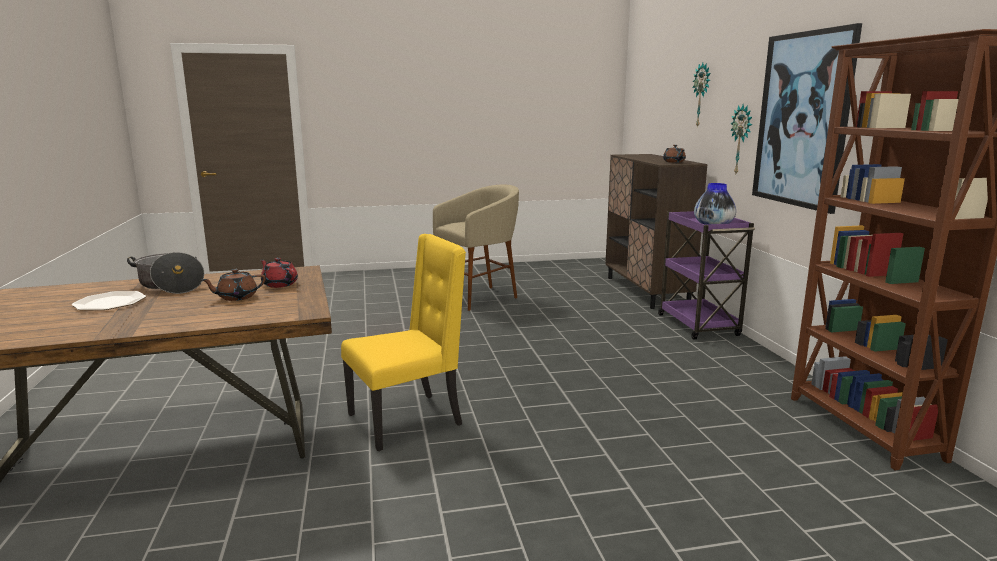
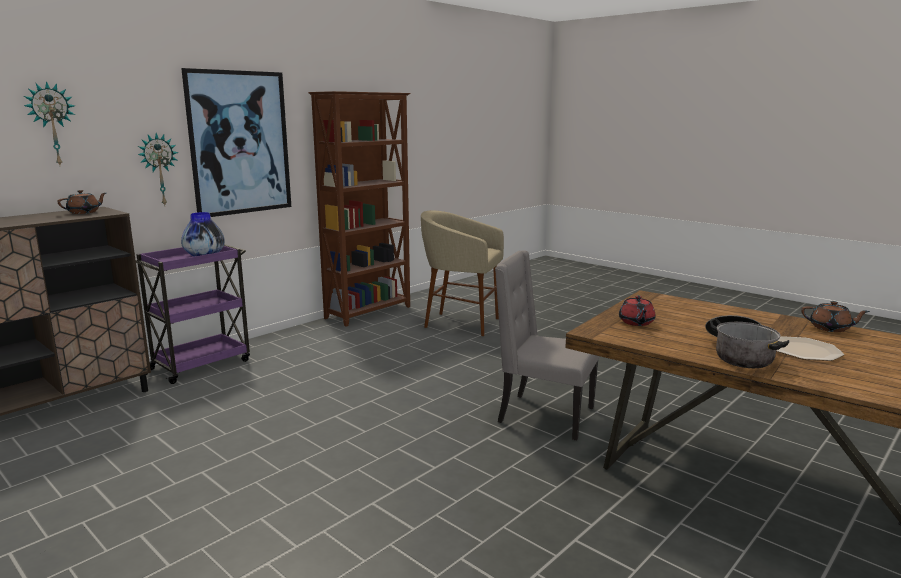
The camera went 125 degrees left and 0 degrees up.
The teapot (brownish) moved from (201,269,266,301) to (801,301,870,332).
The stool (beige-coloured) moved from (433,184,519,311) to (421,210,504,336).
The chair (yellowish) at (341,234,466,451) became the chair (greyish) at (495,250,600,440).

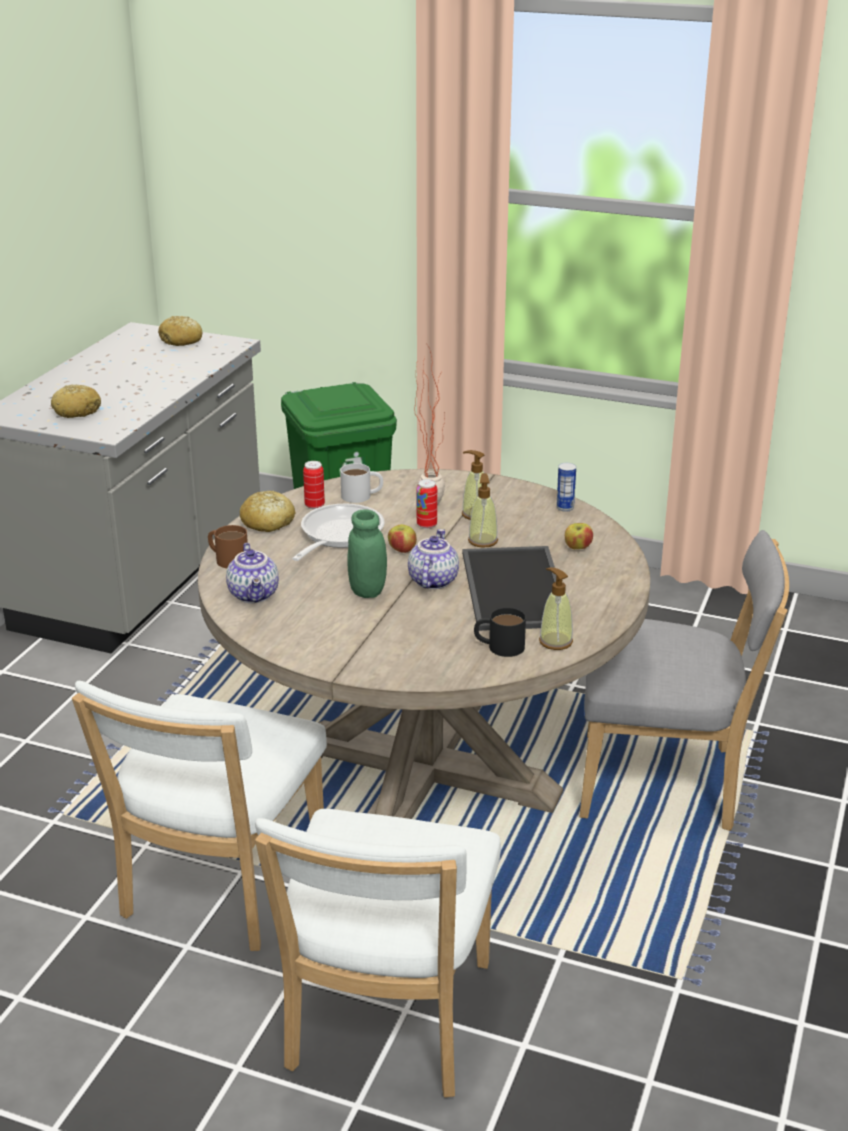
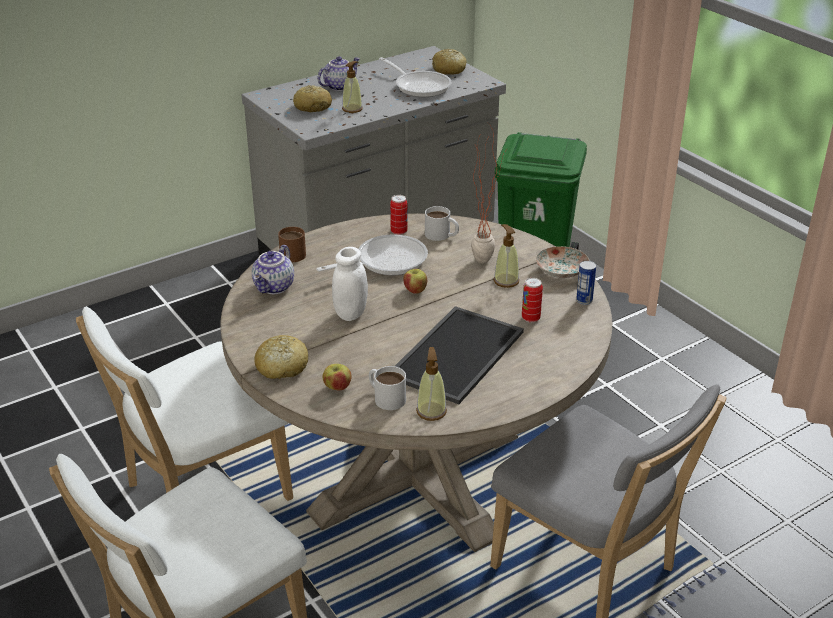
The camera went 35 degrees right and 5 degrees up.
The skillet at (379,57,452,97) appeared.
The plate at (536,246,589,278) appeared.
The bread moved from (240,490,296,532) to (254,335,308,379).
The teapot moved from (408,529,459,589) to (318,56,360,91).
The can moved from (417,479,437,529) to (522,278,543,323).
The soap bottle moved from (468,473,498,548) to (342,61,363,113).
The apple fruit moved from (565,523,593,549) to (322,364,352,390).
The jar (green) at (347,509,387,598) became the jar (white) at (332,247,368,321).
The coffee mug (black-coloured) at (474,608,526,657) became the coffee mug (white) at (369,366,406,410).

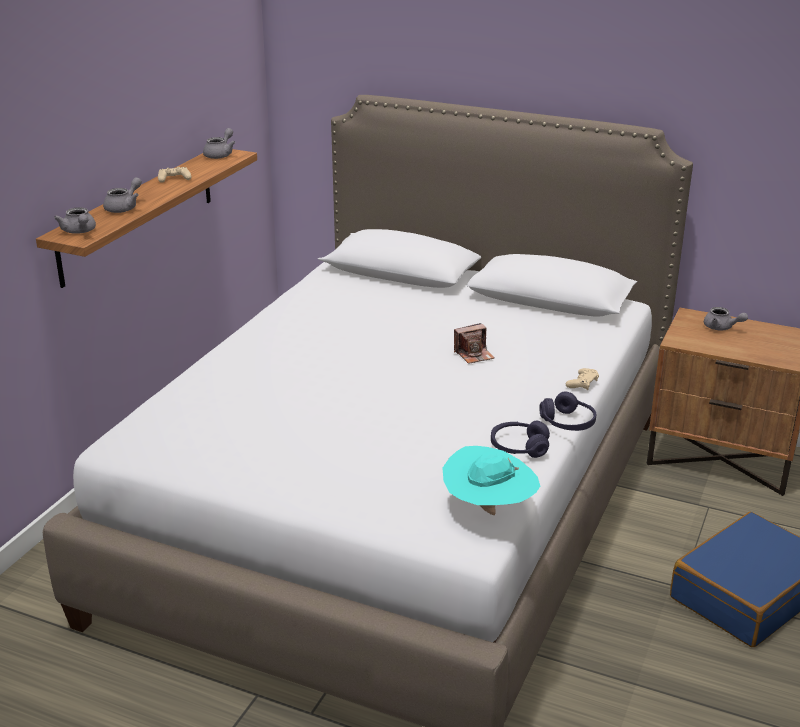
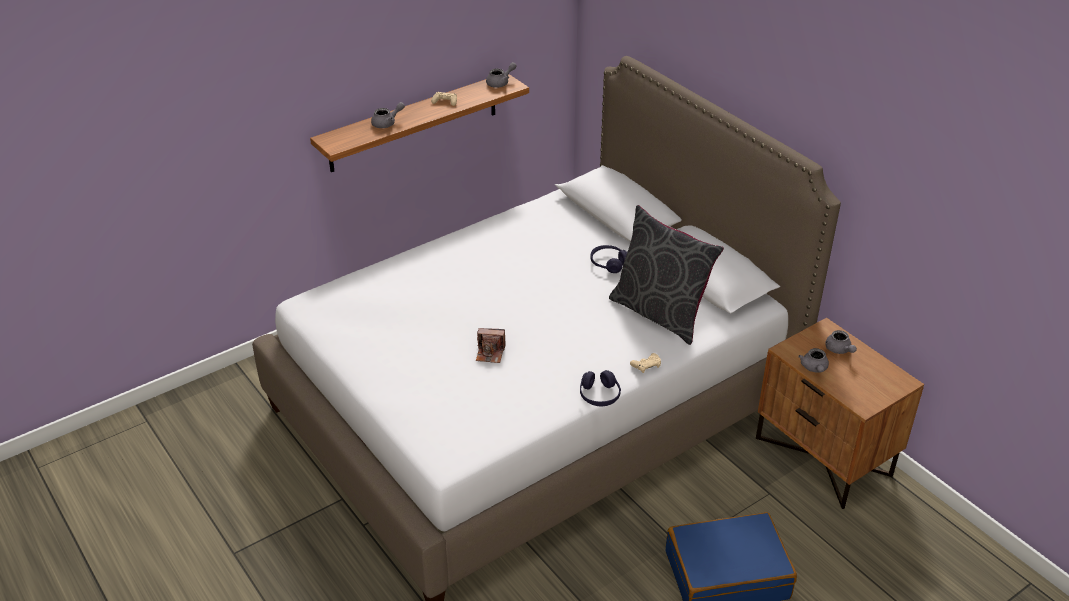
The camera went 30 degrees right and 10 degrees up.
The wearable hat (turquoise) at (443,446,540,515) disappeared.
The cushion (greyish) at (609,205,724,345) appeared.
The teapot (greyish) moved from (54,207,96,234) to (798,348,829,373).
The photo camera moved from (454,323,495,364) to (476,328,506,363).
The pair of headphones (purple) moved from (491,421,550,458) to (590,245,627,273).

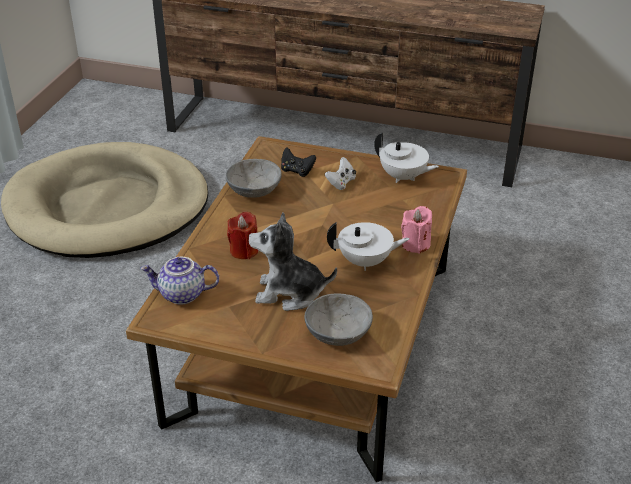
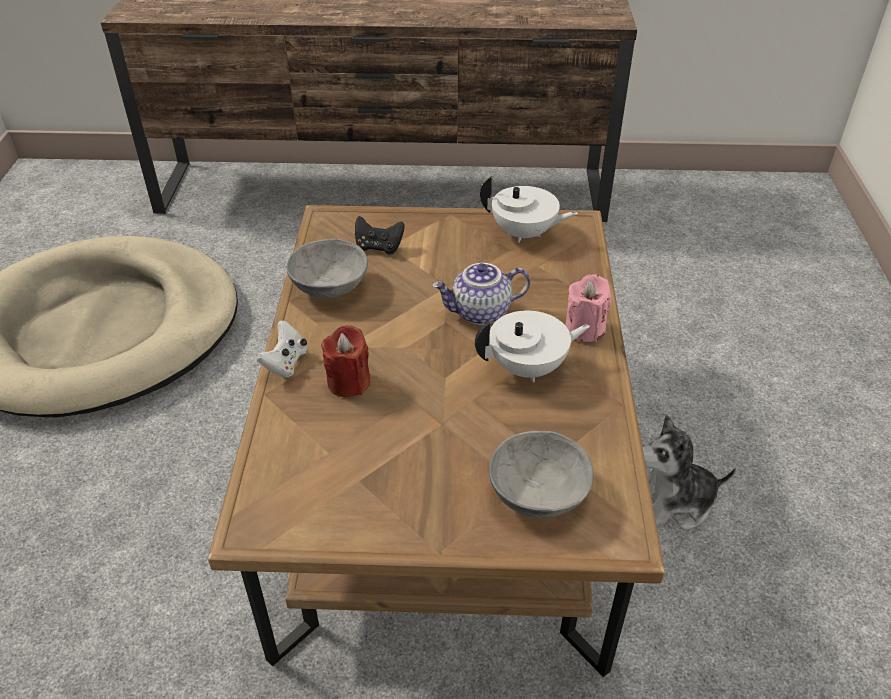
The camera went 15 degrees left and 5 degrees up.
The teapot moved from (140,257,219,305) to (432,263,530,325).
The plush toy moved from (249,212,337,311) to (643,415,736,530).
The gamepad (white) moved from (325,157,356,190) to (256,320,307,378).

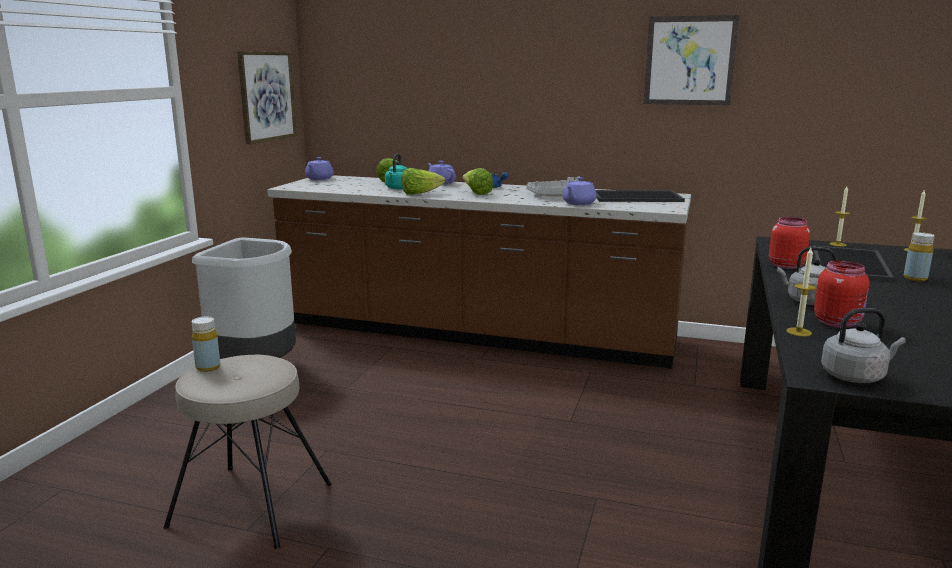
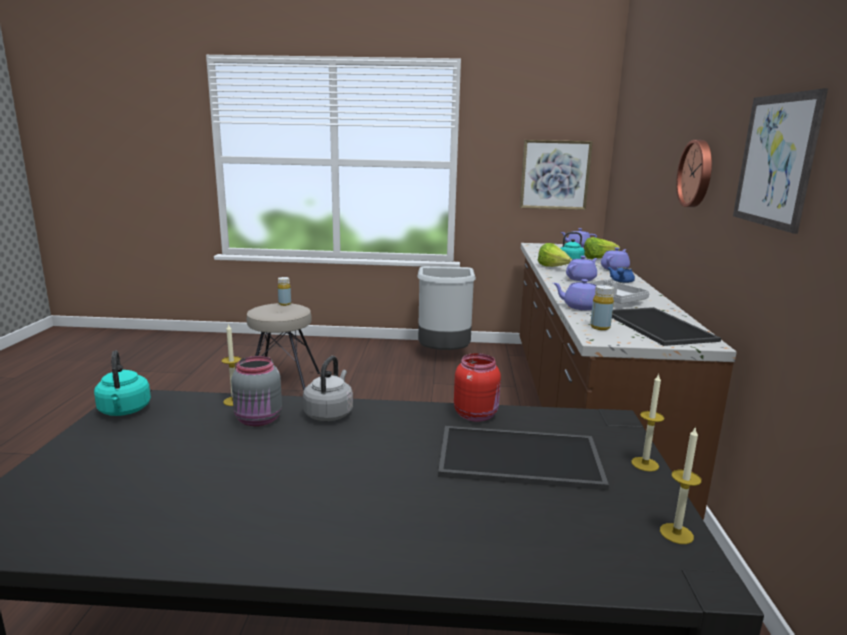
The camera went 75 degrees right and 0 degrees up.
The hanging clock at (676,140,712,207) appeared.
The beverage bottle (yellowish) moved from (903,232,935,282) to (590,285,614,330).
The lettuce head at (462,168,493,195) was replaced by the teapot (purple) at (566,256,597,281).
The jar (red) at (814,260,870,328) became the jar (greyish) at (231,356,282,427).
The kettle (greyish) at (821,308,906,383) became the kettle (turquoise) at (94,350,151,416).

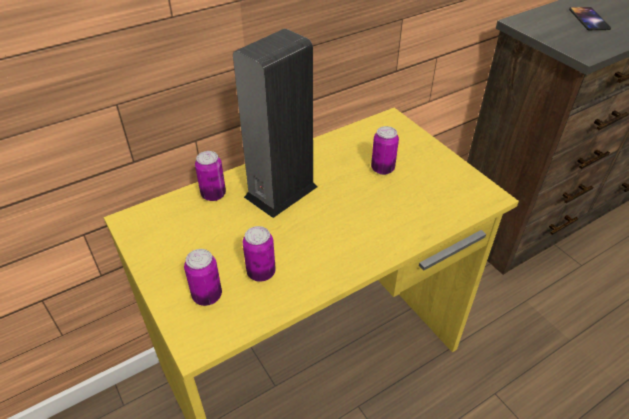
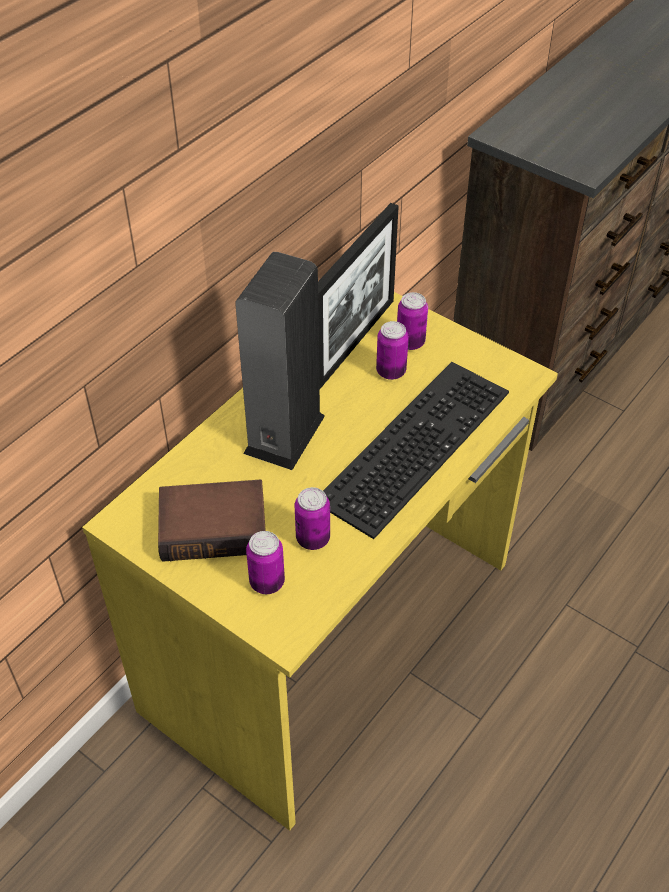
The camera went 20 degrees left and 5 degrees up.
The phone at (569,7,611,30) disappeared.
The volume at (158,479,266,561) appeared.
The standing frame at (318,203,399,389) appeared.
The PC keyboard at (323,362,509,539) appeared.
The can moved from (195,151,226,201) to (397,292,428,350).

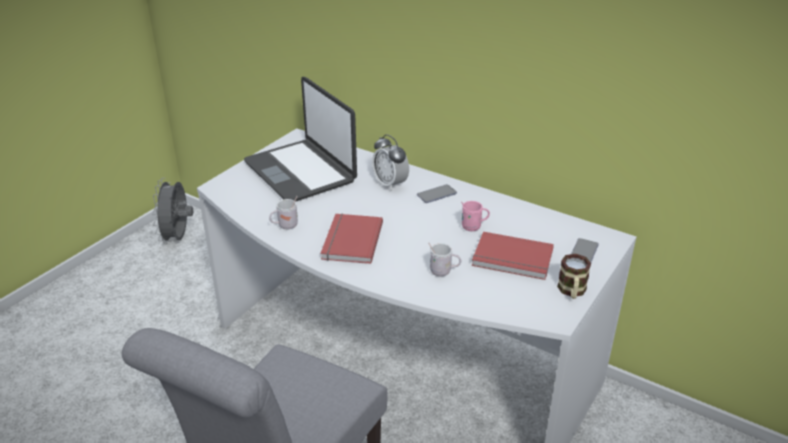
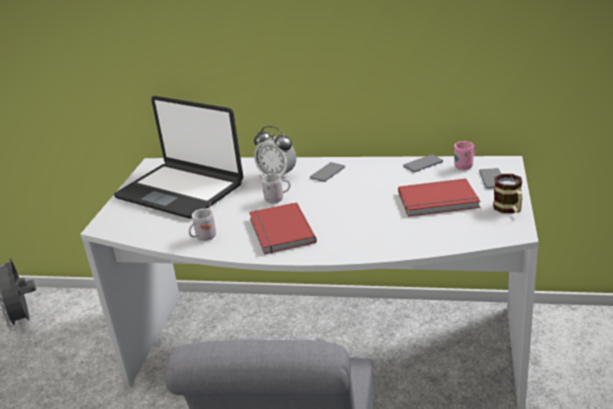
The camera went 20 degrees left and 5 degrees down.
The phone at (403,155,443,172) appeared.
The coffee mug (white) moved from (428,243,461,276) to (259,174,290,203).
The coffee mug (pink) moved from (461,201,490,231) to (454,141,476,170).

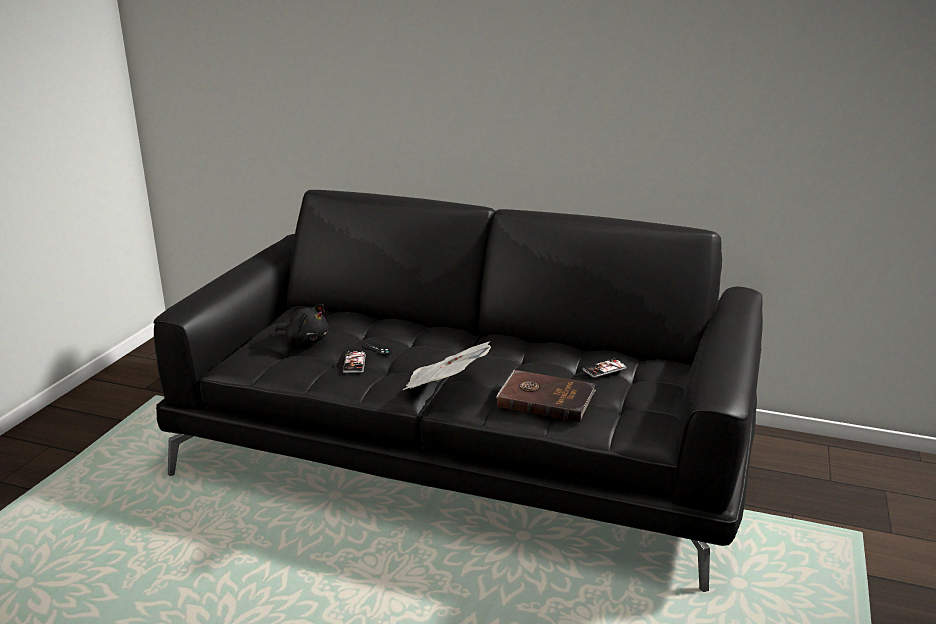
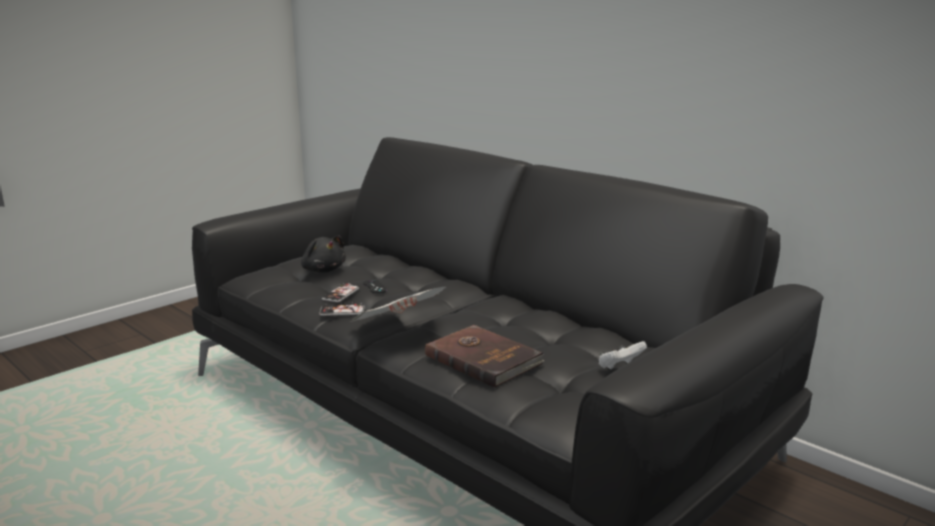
The camera went 25 degrees right and 5 degrees down.
The gamepad (white) at (599,341,647,370) appeared.
The phone moved from (583,358,626,378) to (319,303,365,316).

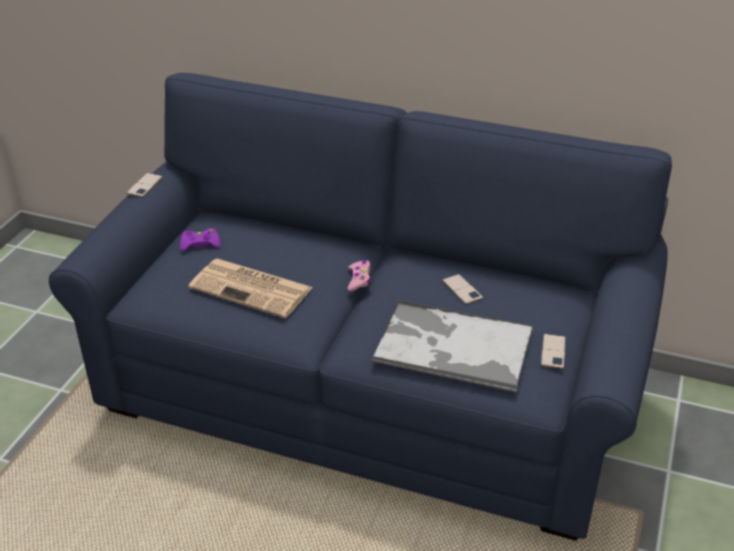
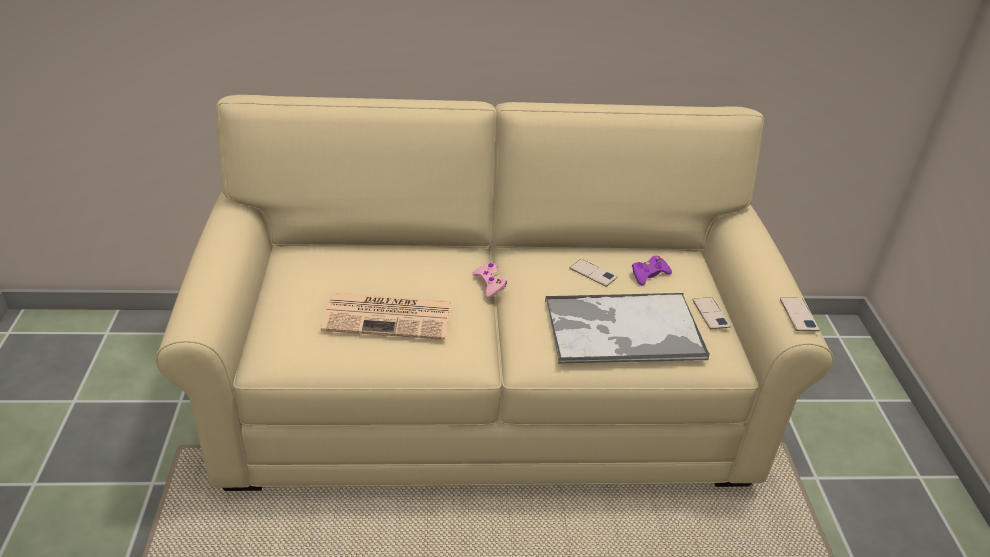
The camera went 25 degrees left and 0 degrees up.
The phone moved from (126,173,163,197) to (780,298,820,331).
The gamepad (purple) moved from (180,228,221,251) to (632,256,672,285).
The settee (blue) at (49,73,672,541) became the settee (beige-coloured) at (155,95,833,491).

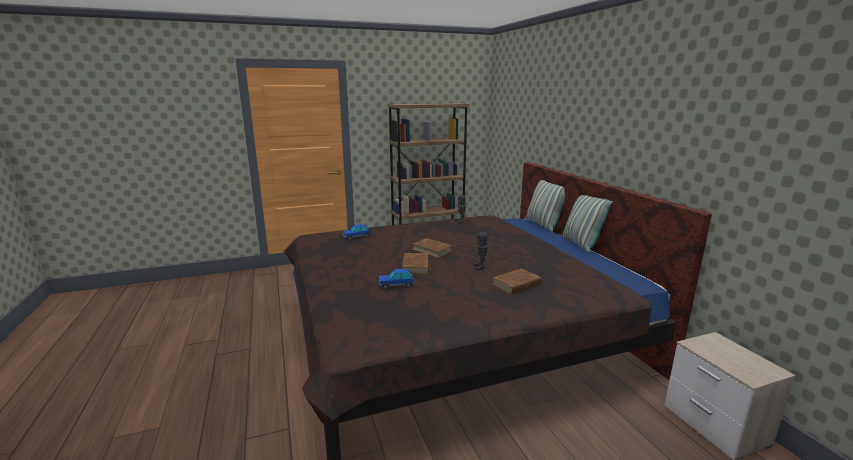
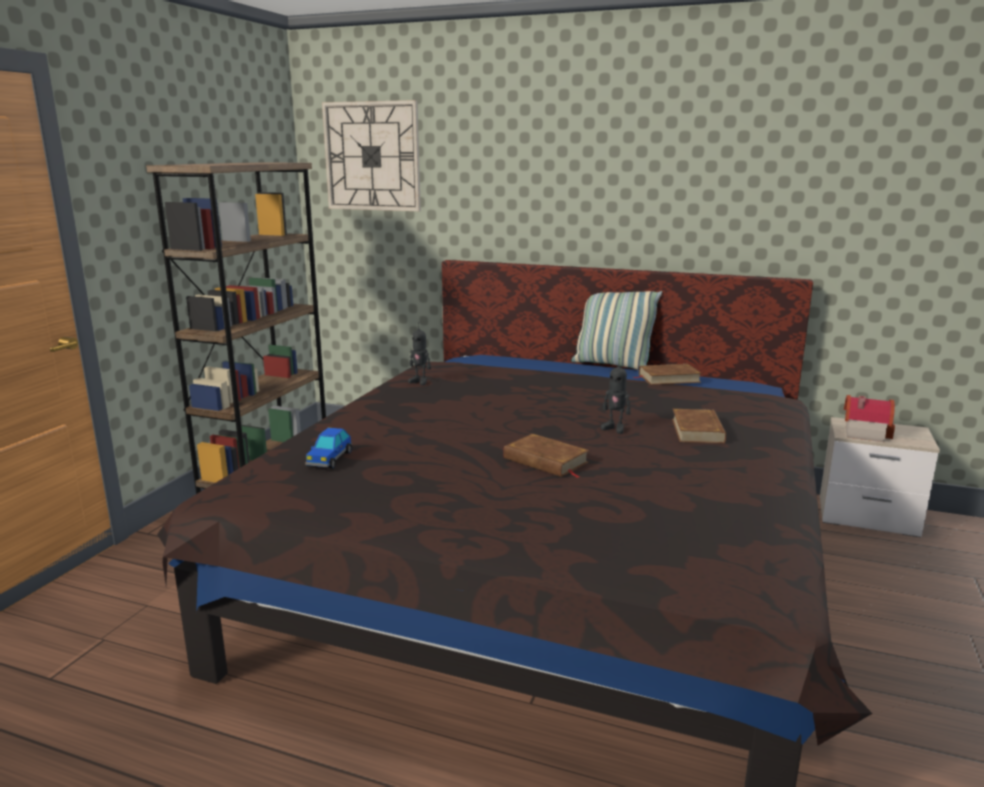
The camera went 50 degrees left and 0 degrees up.
The model car at (379,268,414,290) disappeared.
The cushion at (525,180,565,232) disappeared.
The hanging clock at (322,100,421,211) appeared.
The model house at (844,395,895,442) appeared.
The volume (brownish) moved from (412,238,453,258) to (633,364,702,385).

